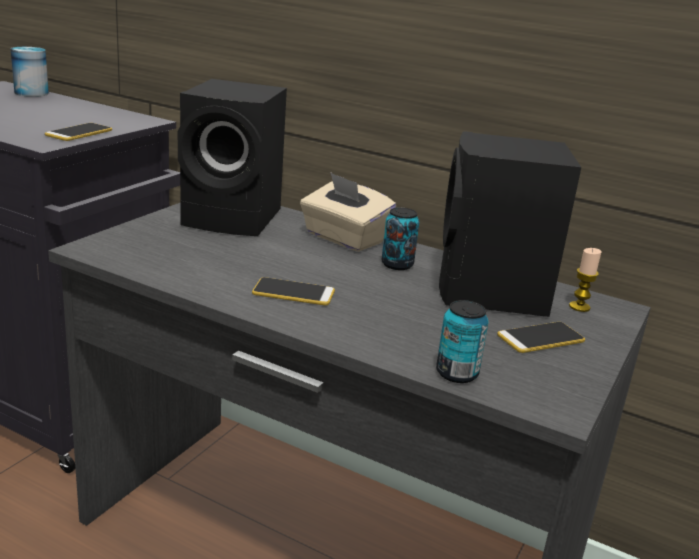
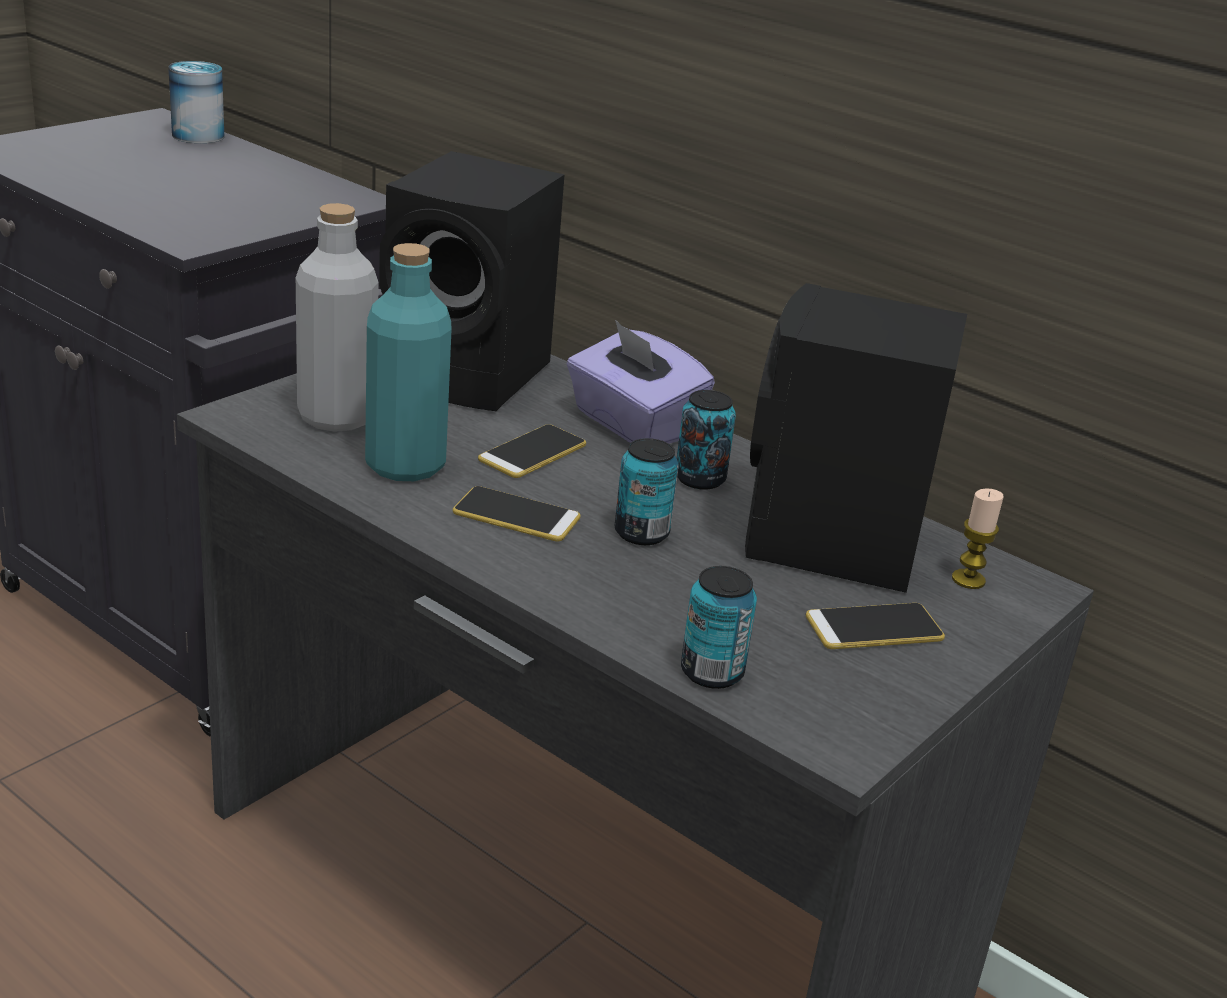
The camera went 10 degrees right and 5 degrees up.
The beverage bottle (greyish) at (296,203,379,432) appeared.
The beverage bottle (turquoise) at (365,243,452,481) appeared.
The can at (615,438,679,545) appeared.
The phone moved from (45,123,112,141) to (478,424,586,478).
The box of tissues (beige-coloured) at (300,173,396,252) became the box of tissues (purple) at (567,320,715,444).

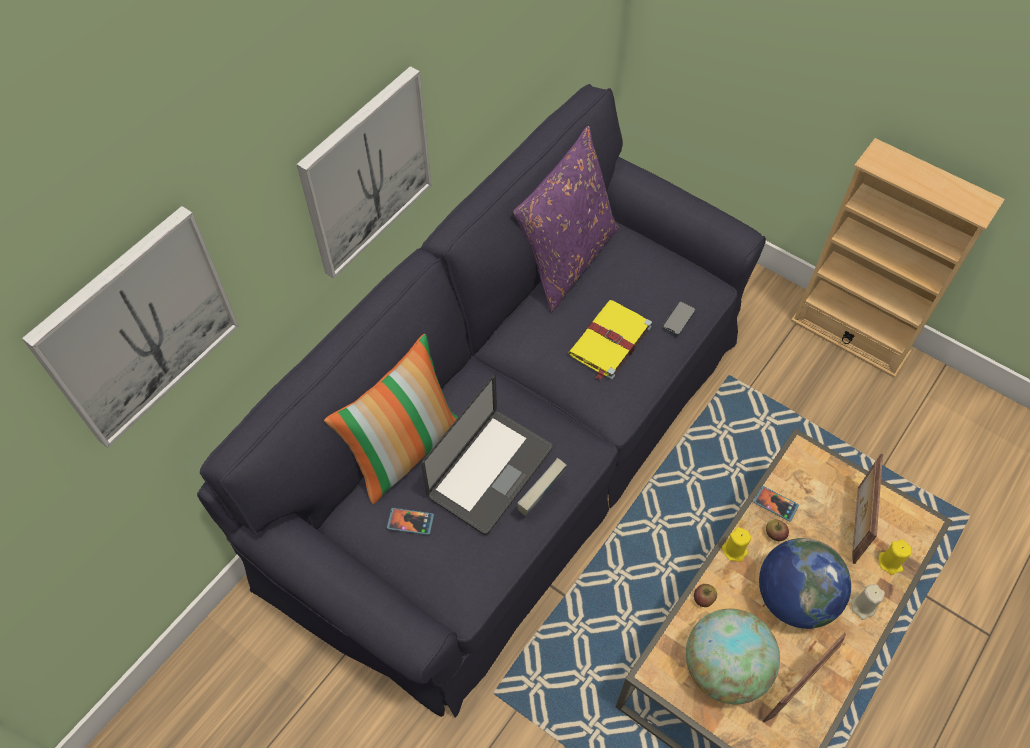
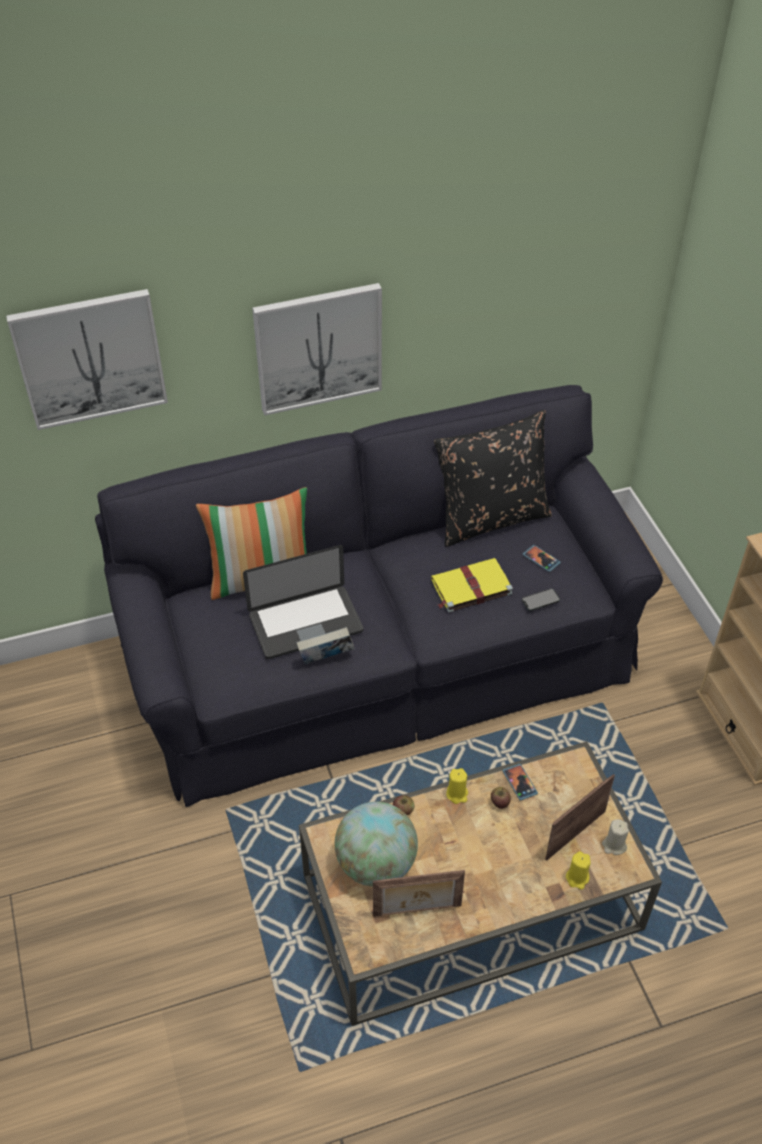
The camera went 35 degrees right and 10 degrees down.
The desk globe at (759,538,851,629) disappeared.
The phone moved from (387,508,434,535) to (523,545,561,572).
The candle (beige-coloured) moved from (852,584,885,620) to (602,819,629,855).
The cushion (purple) at (513,126,619,312) became the cushion (black-coloured) at (434,410,552,547).

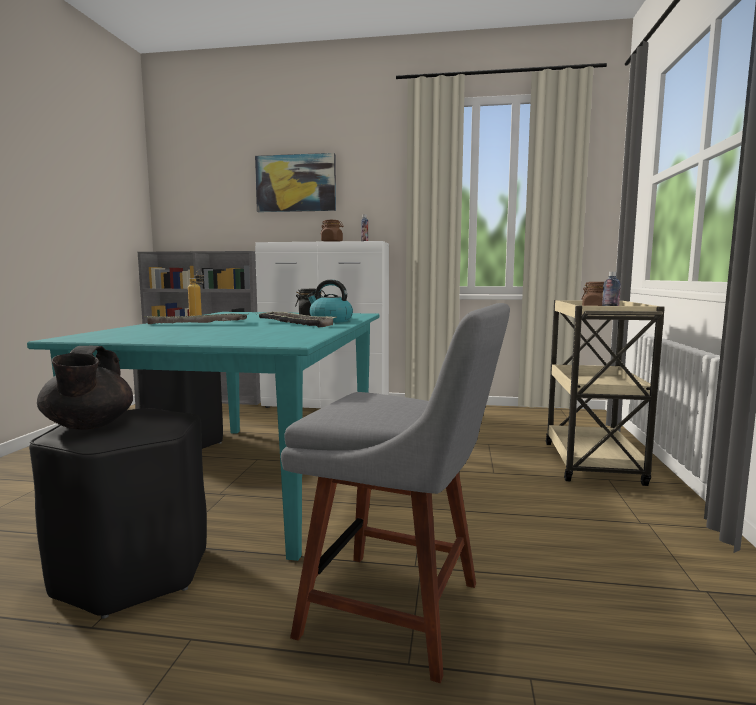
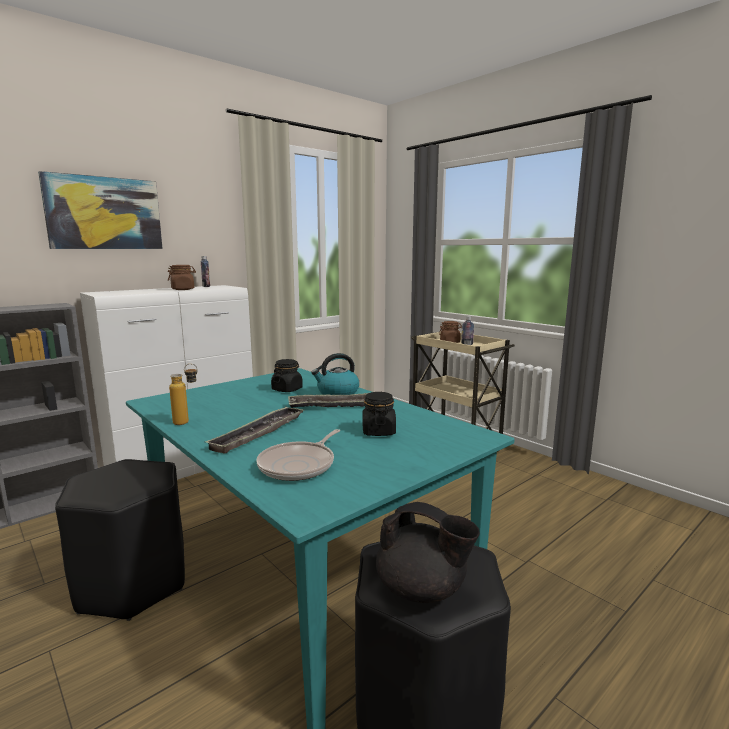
The camera went 50 degrees left and 5 degrees up.
The chair (greyish) at (281,303,510,683) disappeared.
The skillet at (256,429,340,481) appeared.
The jar (black-coloured) at (362,392,396,436) appeared.

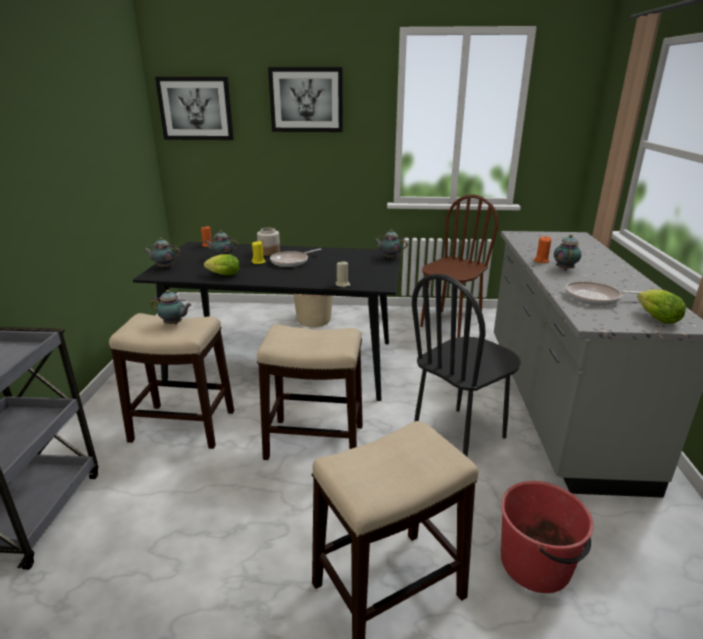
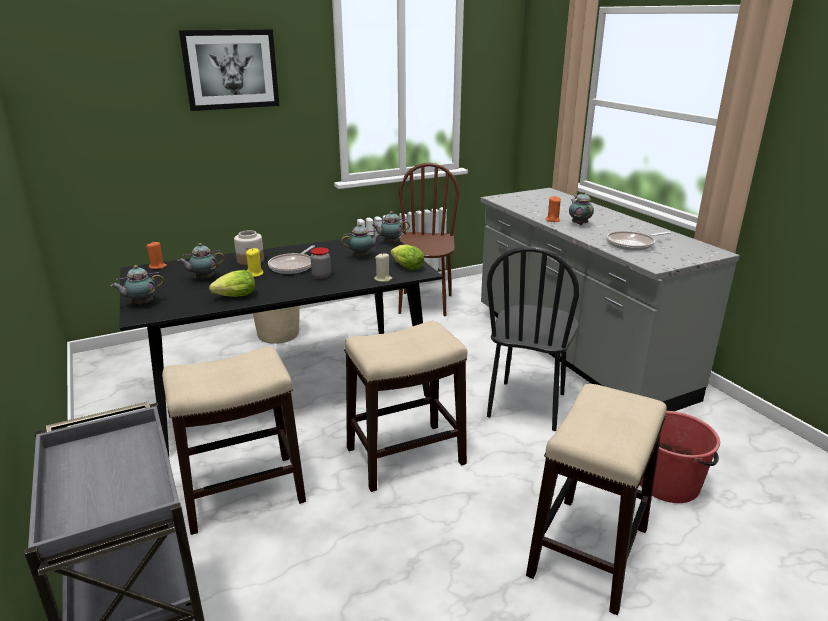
The camera went 30 degrees left and 0 degrees up.
The picture at (155,77,234,140) disappeared.
The jar at (310,248,331,279) appeared.
The teapot moved from (151,290,192,324) to (341,224,381,257).
The lettuce head moved from (637,289,686,324) to (391,245,424,270).

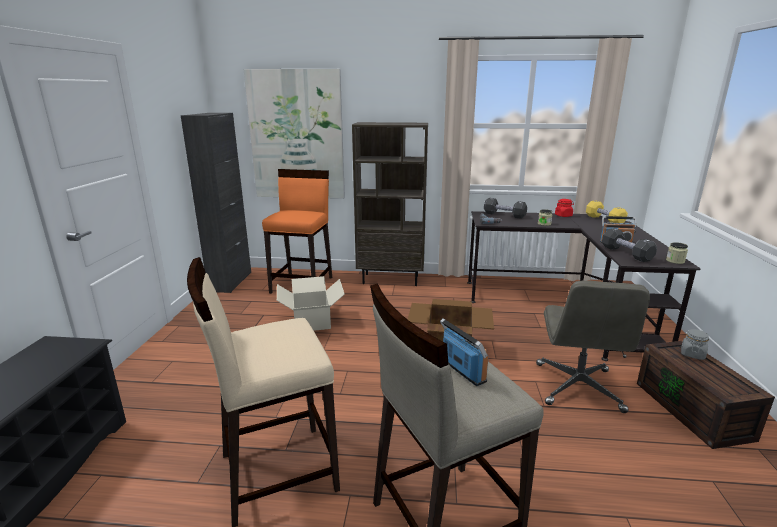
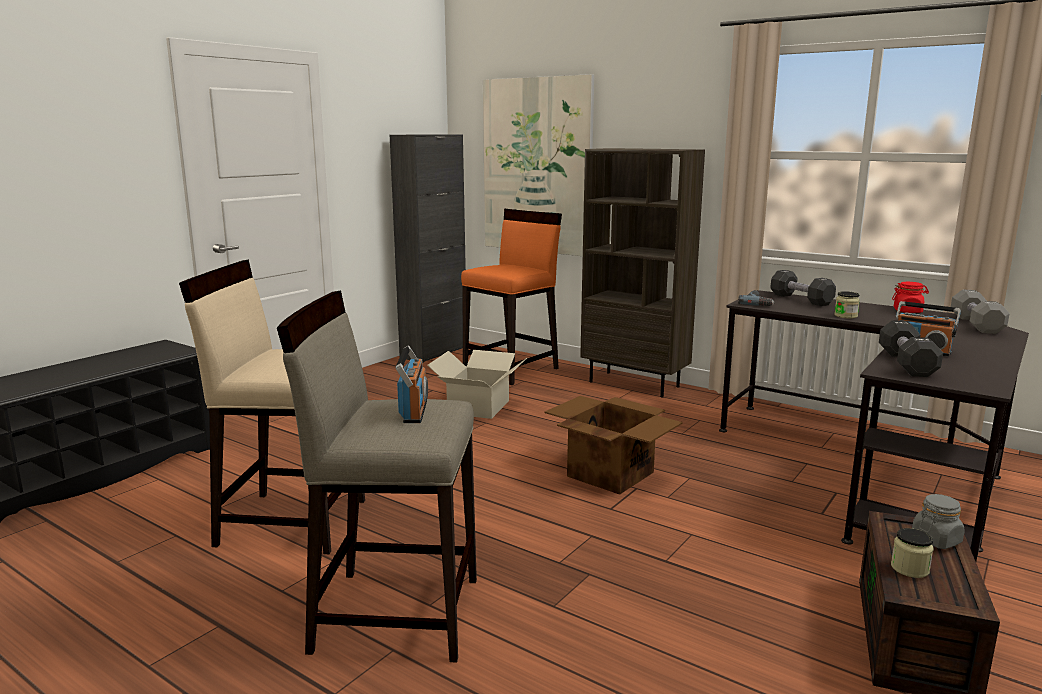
The camera went 30 degrees right and 5 degrees down.
The office chair (greyish) at (536,281,650,413) disappeared.
The jar moved from (666,242,688,264) to (891,528,934,578).
The free weight (yellowish) at (586,201,628,223) became the free weight (greyish) at (951,290,1010,334).

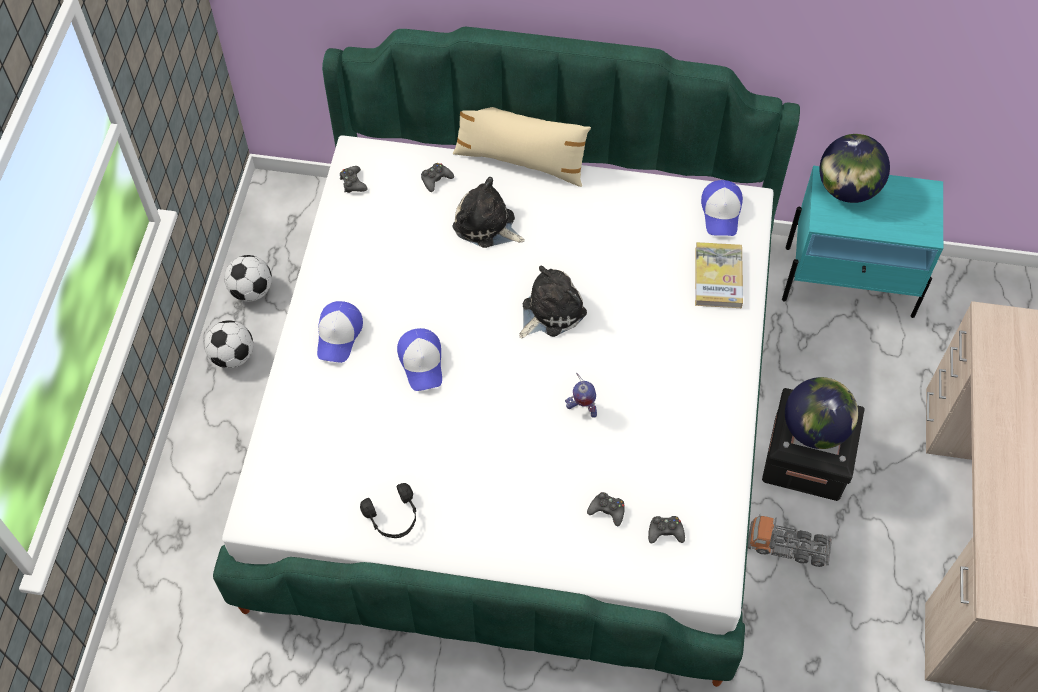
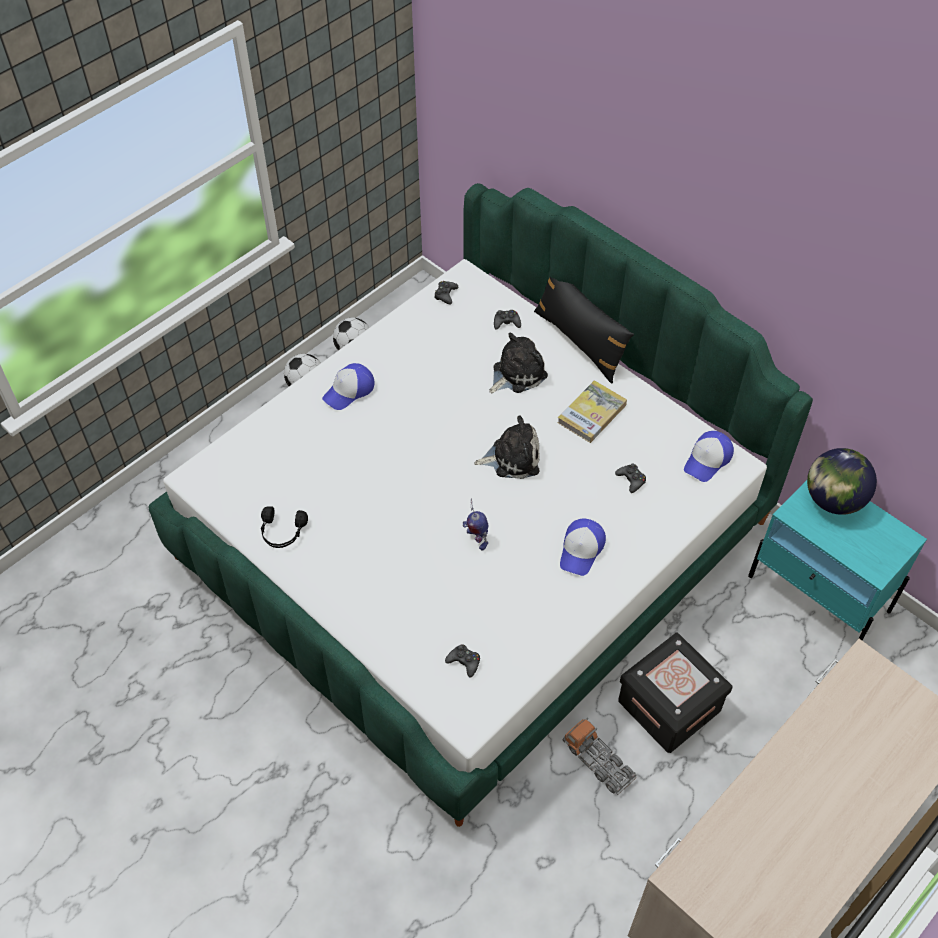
The camera went 35 degrees right and 5 degrees down.
The desk globe at (785,377,858,449) disappeared.
The baseball cap moved from (397,328,442,391) to (560,518,606,576).
The gamepad (black-coloured) moved from (587,492,625,526) to (615,463,646,493).
The volume moved from (695,242,743,308) to (557,380,627,443).
The cushion (beige-coloured) at (453,107,591,187) became the cushion (black-coloured) at (534,277,634,383).
The plush toy at (453,177,525,248) turned 75 degrees clockwise.

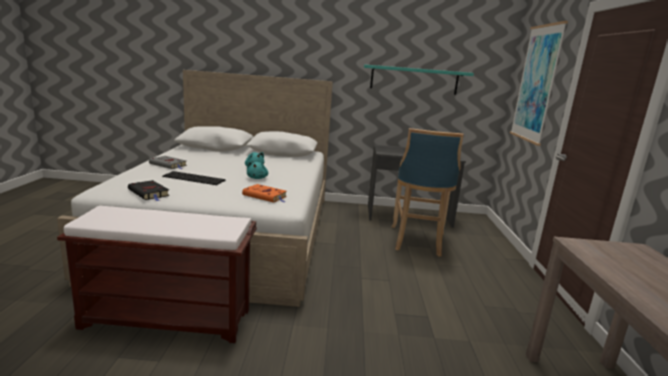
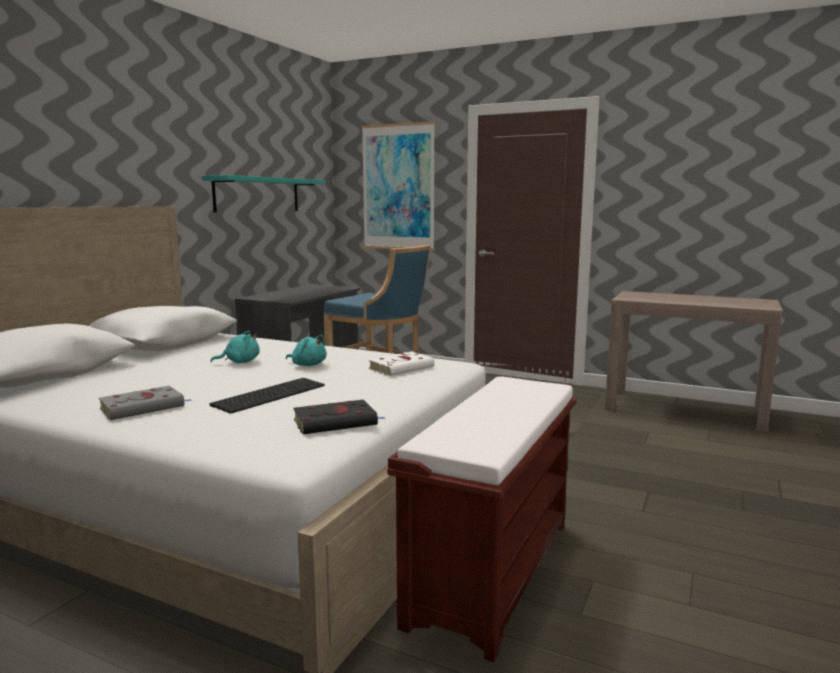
The camera went 65 degrees left and 5 degrees down.
The volume (orange) at (242,184,287,203) became the volume (white) at (368,352,435,376).

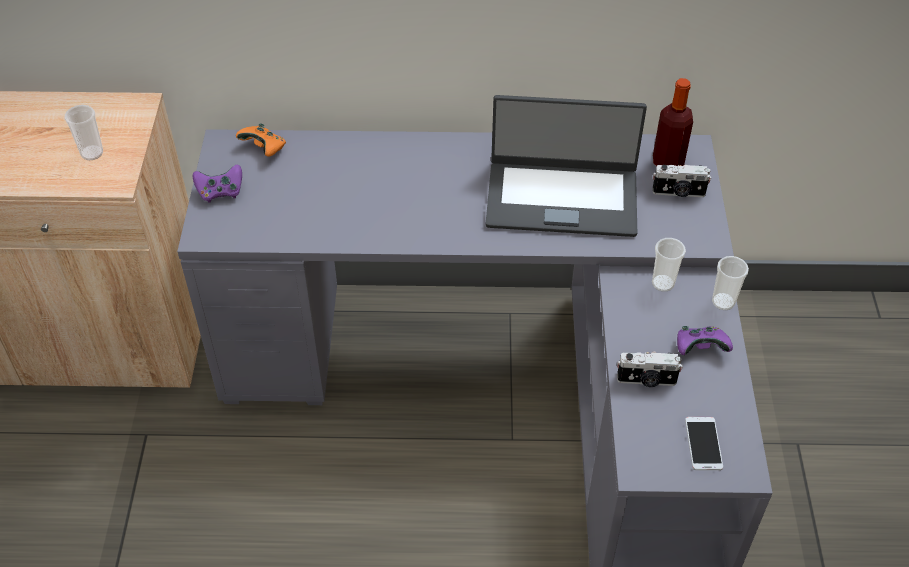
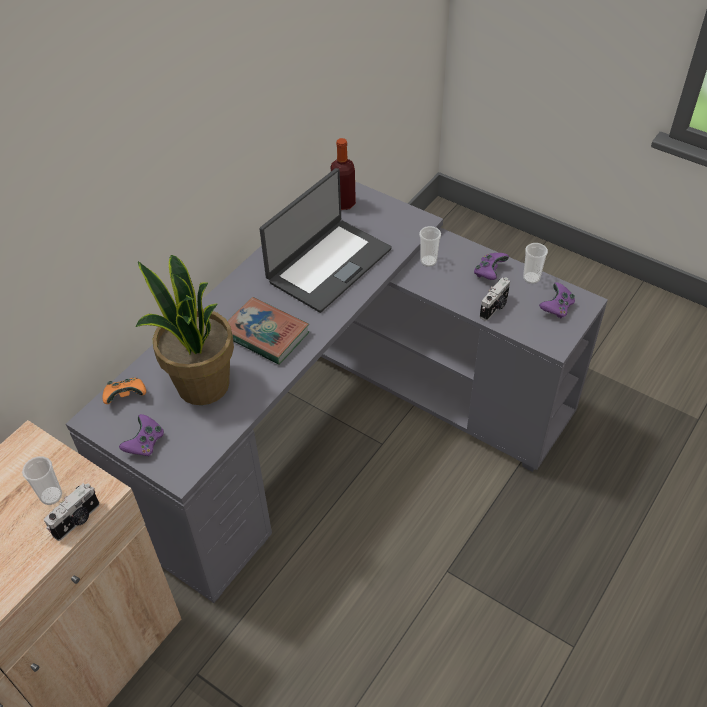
The camera went 55 degrees left and 0 degrees up.
The houseplant at (136,255,234,405) appeared.
The volume at (227,297,309,365) appeared.
The photo camera moved from (653,165,711,197) to (44,483,99,541).
The cup moved from (712,256,749,310) to (523,243,548,284).
The phone at (685,417,723,470) was replaced by the gamepad (purple) at (539,282,575,318).

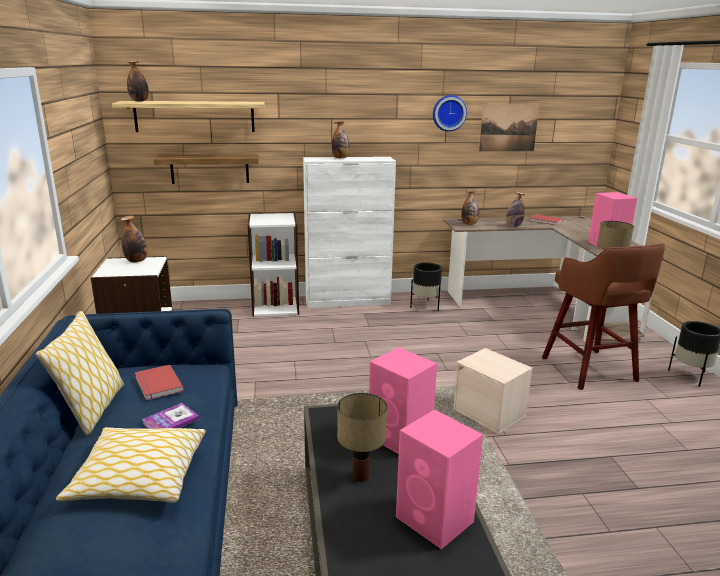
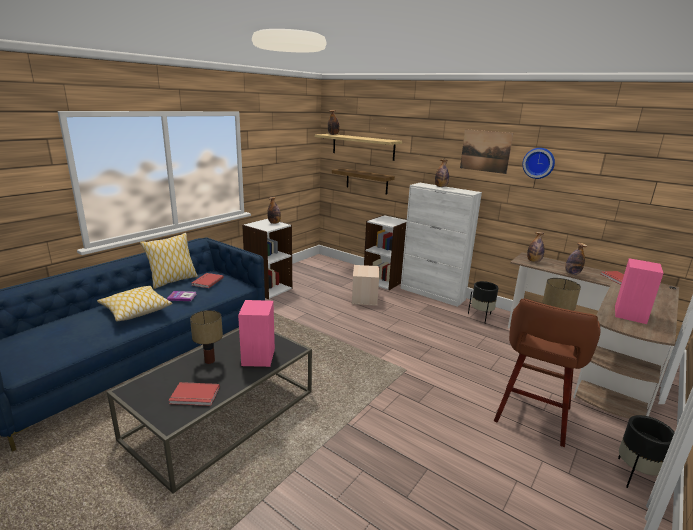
The camera went 45 degrees right and 0 degrees up.
The storage container (beige-coloured) moved from (453,348,533,435) to (352,265,379,306).
The picture moved from (479,103,539,152) to (460,129,513,174).
The audio speaker (pink) at (396,410,483,549) was replaced by the volume (red) at (168,382,220,406).

